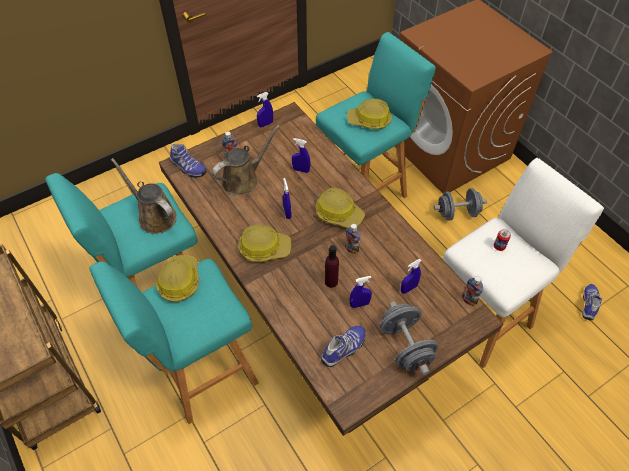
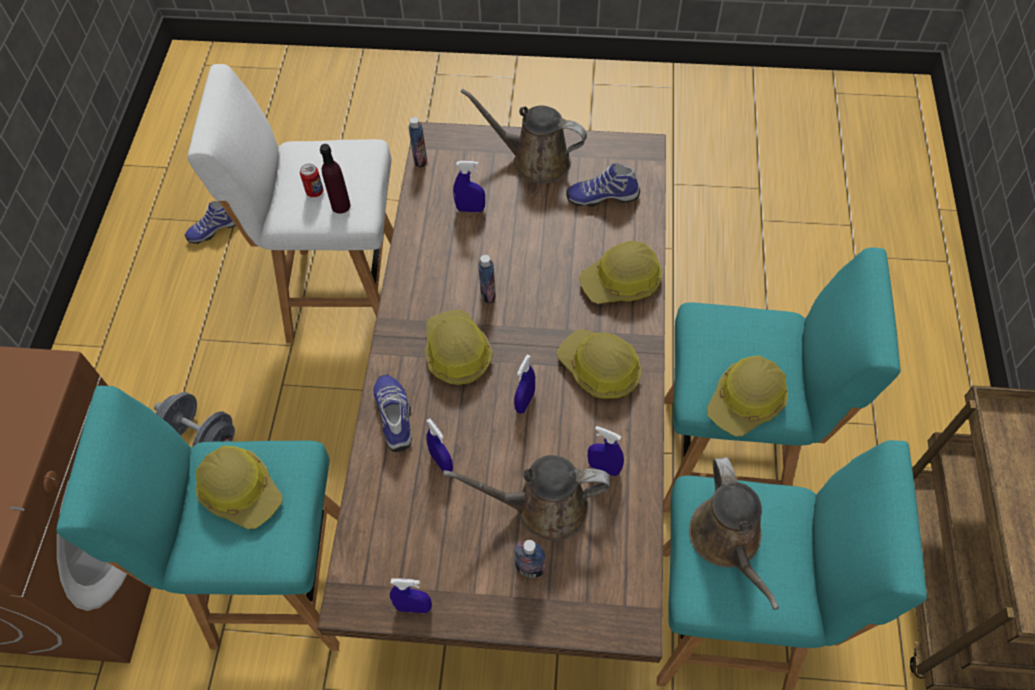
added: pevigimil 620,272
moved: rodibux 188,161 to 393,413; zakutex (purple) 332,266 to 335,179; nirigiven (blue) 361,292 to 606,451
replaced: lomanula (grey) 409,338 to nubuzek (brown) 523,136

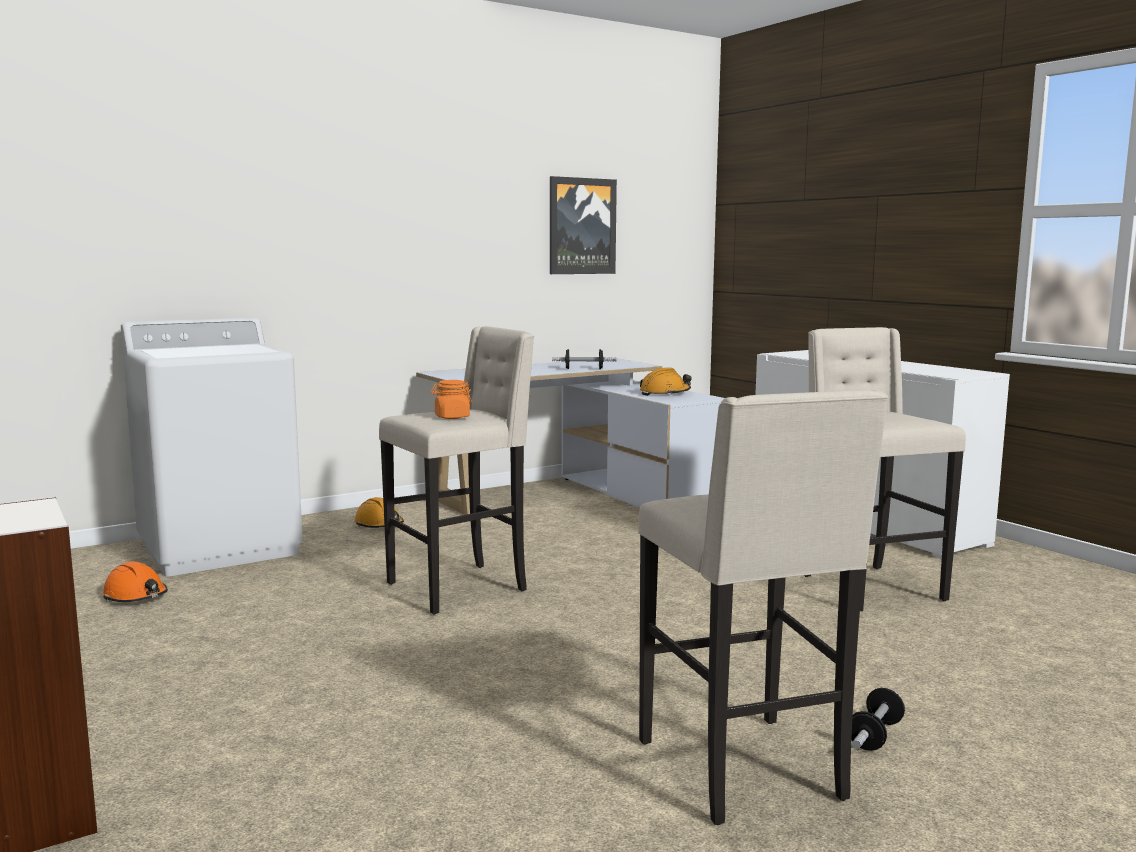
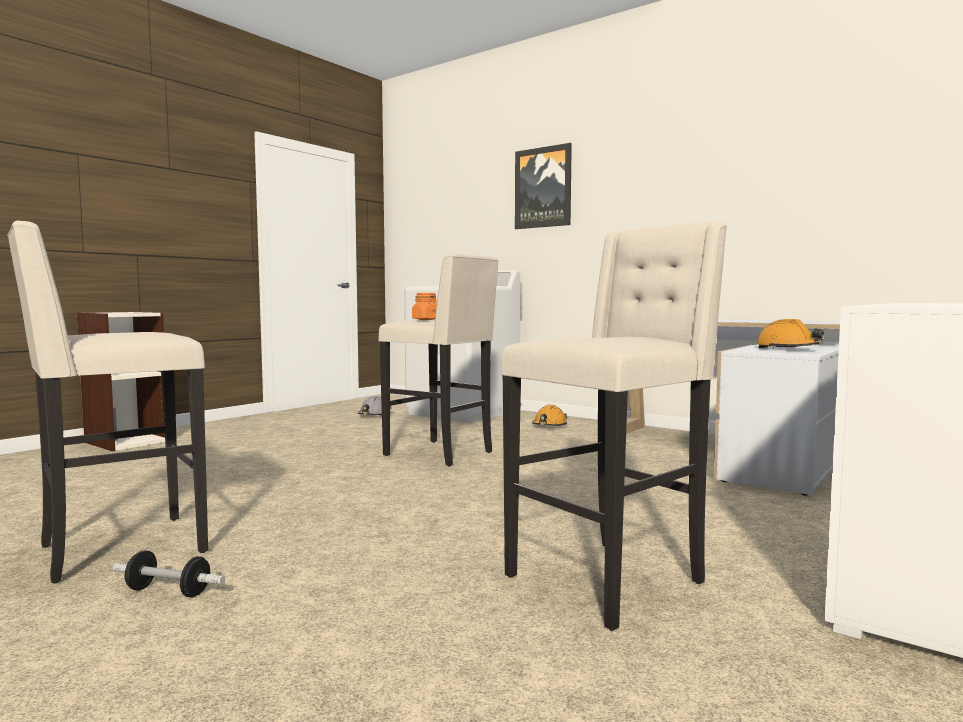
removed: lomanula 584,359
moved: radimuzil 583,225 to 543,186
recoloured: pevigimil (orange) 135,582 to pevigimil (grey) 375,405

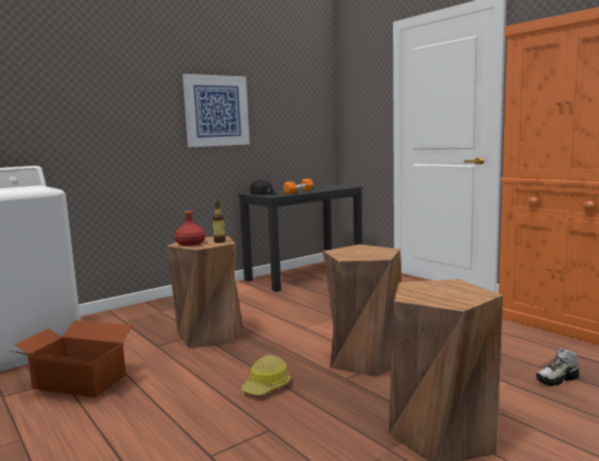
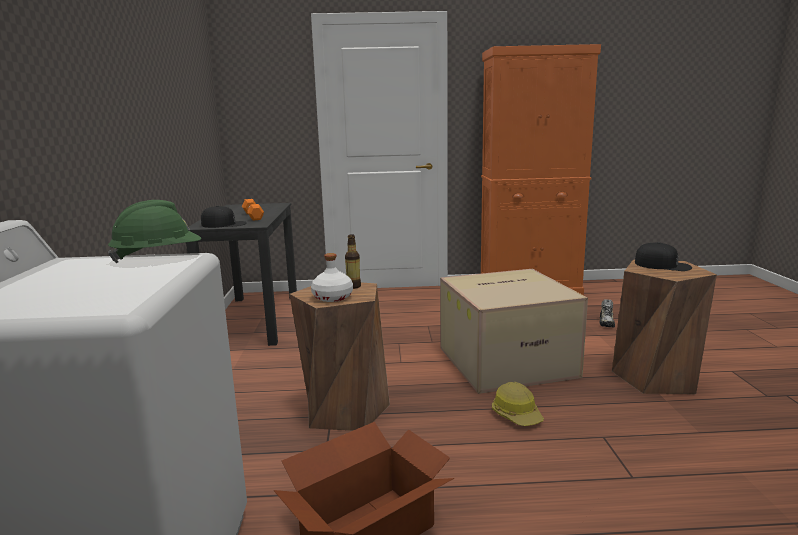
removed: radimuzil 216,110
added: pevigimil (green) 154,231; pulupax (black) 663,256
replaced: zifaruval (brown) 362,310 to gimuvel 514,331
recoloured: zakutex (red) 190,228 to zakutex (white) 332,277

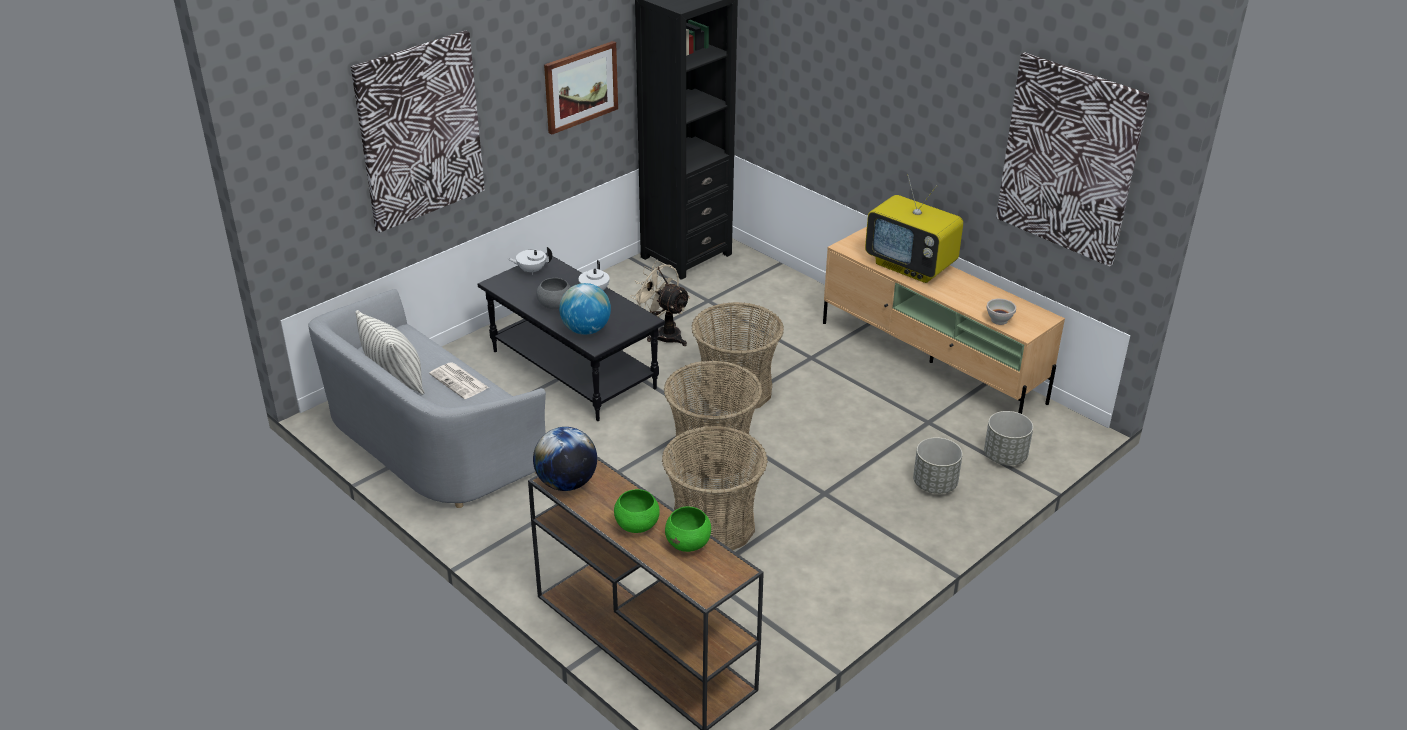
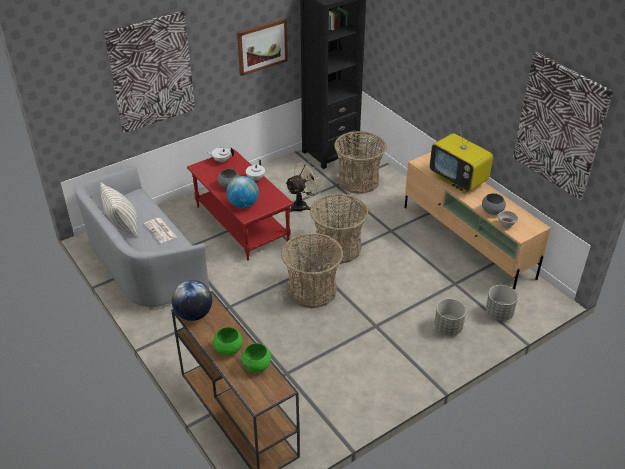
added: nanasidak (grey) 494,204
moved: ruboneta 715,488 to 360,162
recoloured: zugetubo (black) 571,337 to zugetubo (red) 240,205
turned: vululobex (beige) 660,303 = 304,187 90 degrees clockwise

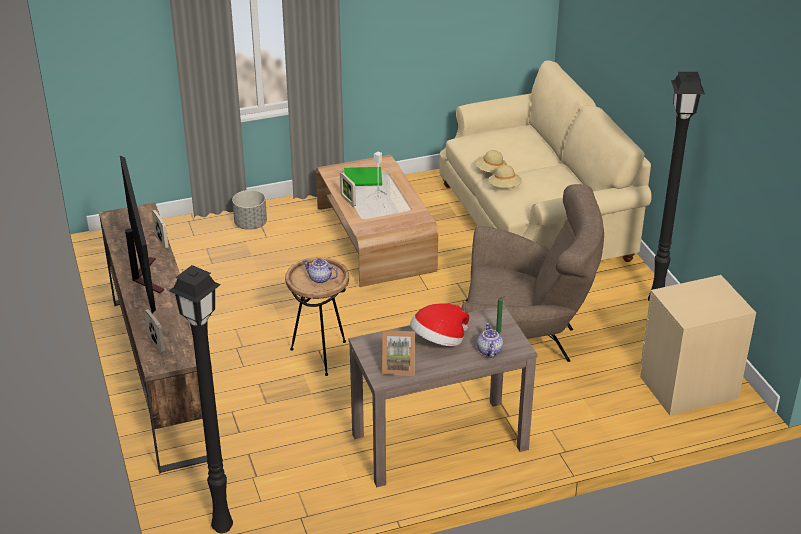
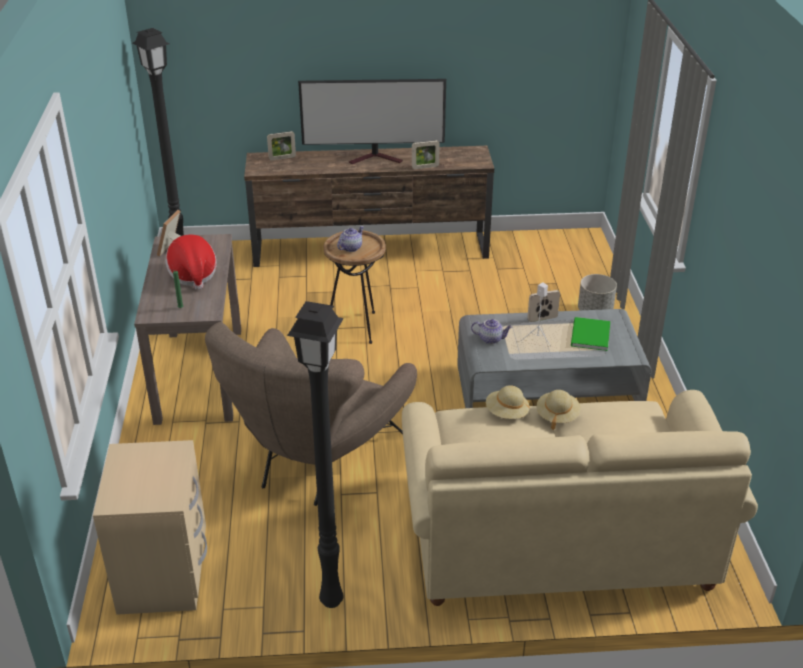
moved: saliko 490,340 to 491,331
recoloured: zugetubo (brown) 377,221 to zugetubo (grey) 554,358

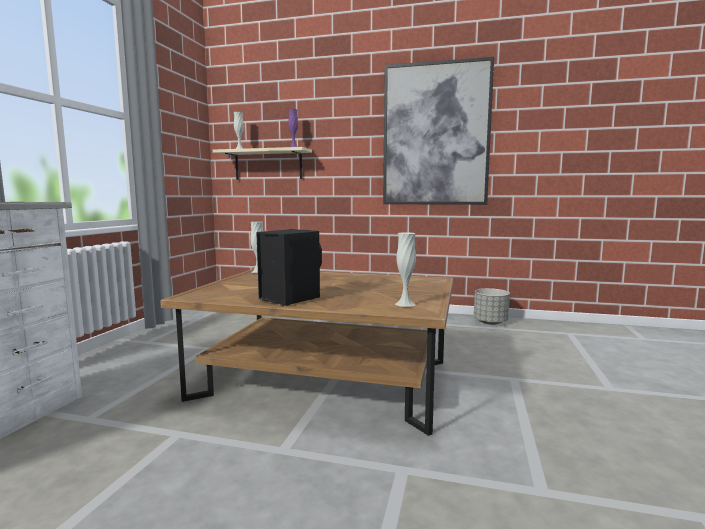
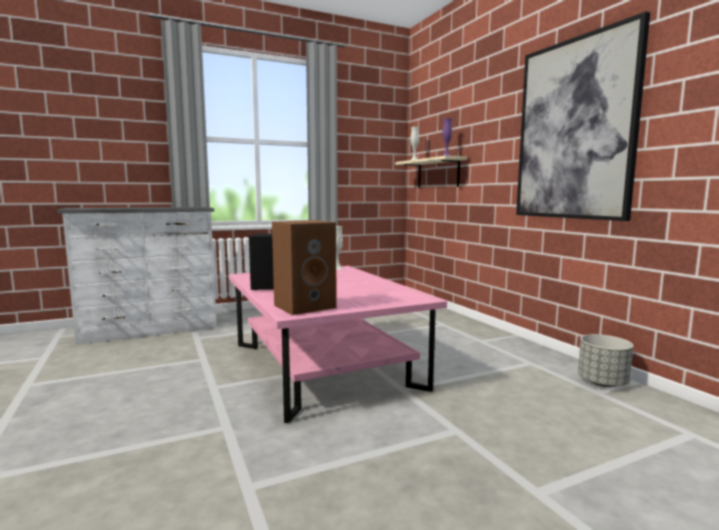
replaced: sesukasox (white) 405,269 to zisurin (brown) 304,267
recoloured: zugetubo (brown) 306,352 to zugetubo (pink) 338,344

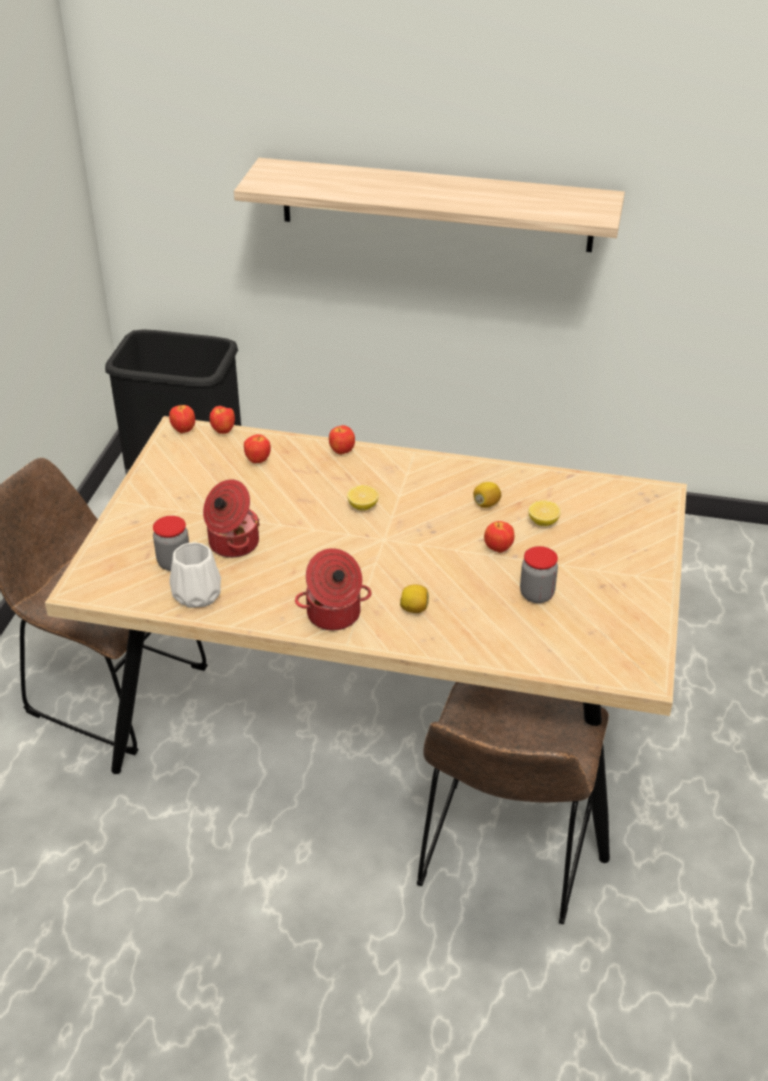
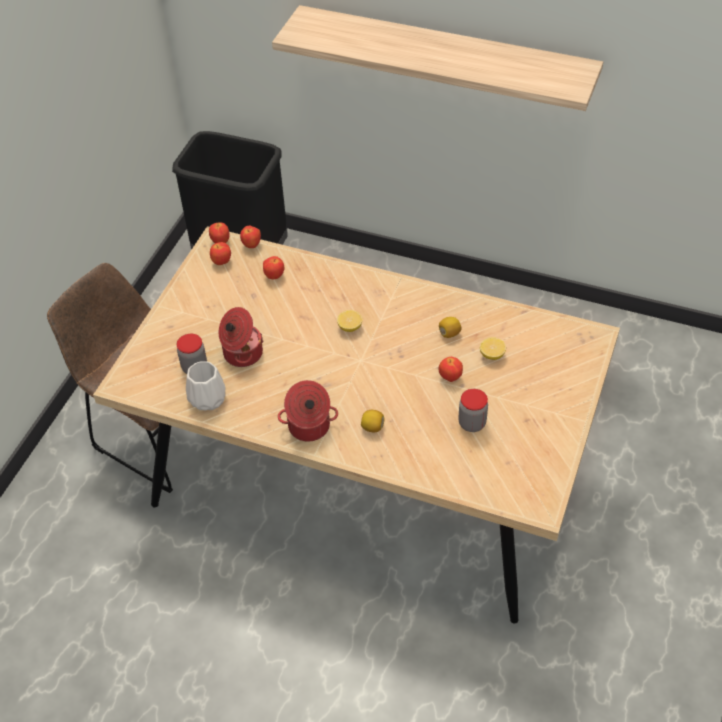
removed: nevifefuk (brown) 513,803
moved: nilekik 342,440 to 220,253

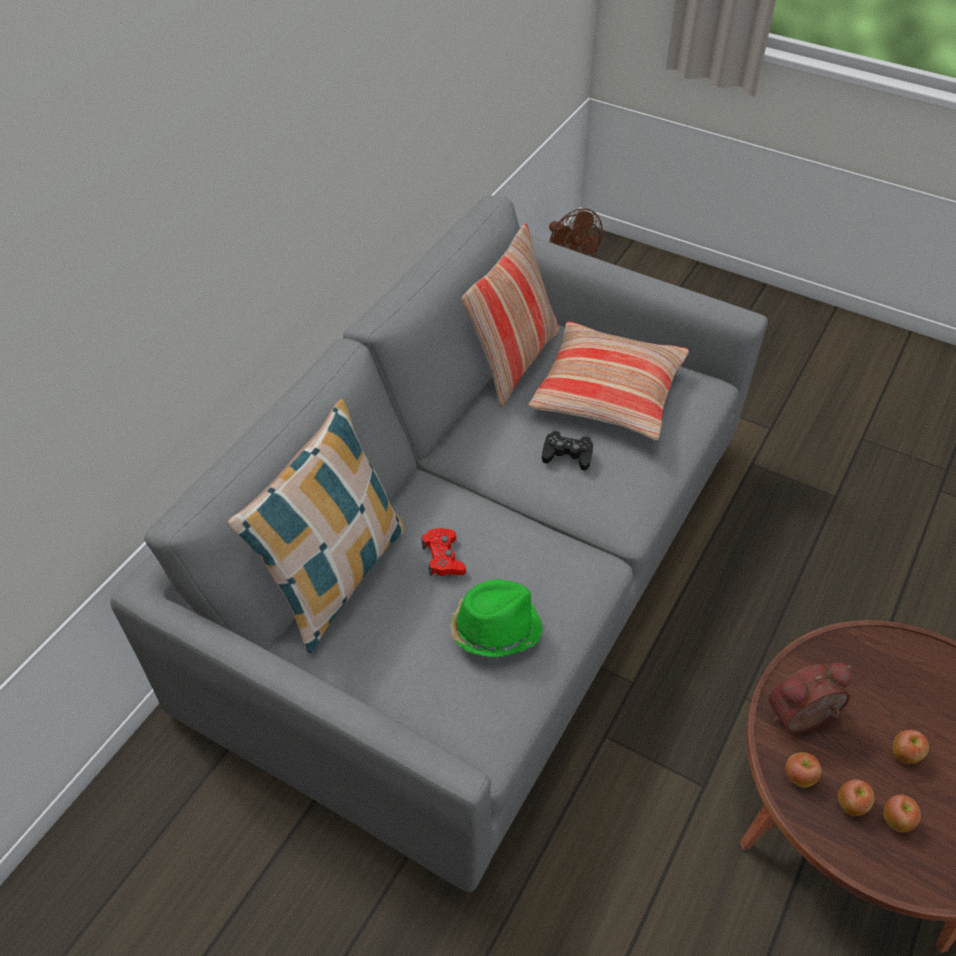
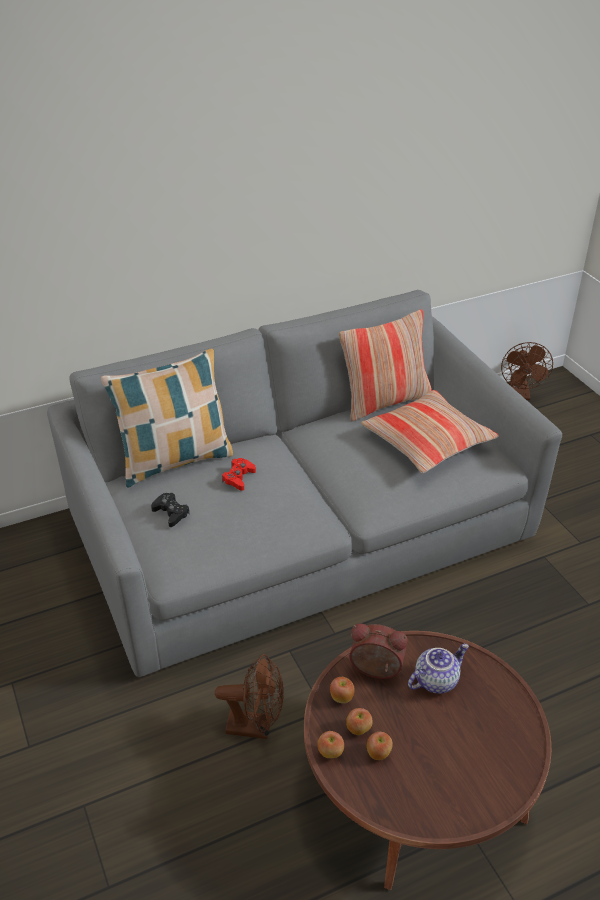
removed: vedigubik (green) 496,619
added: vululobex (brown) 249,696; saliko 438,669
moved: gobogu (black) 567,451 to 170,510; nilekik 911,747 to 330,744

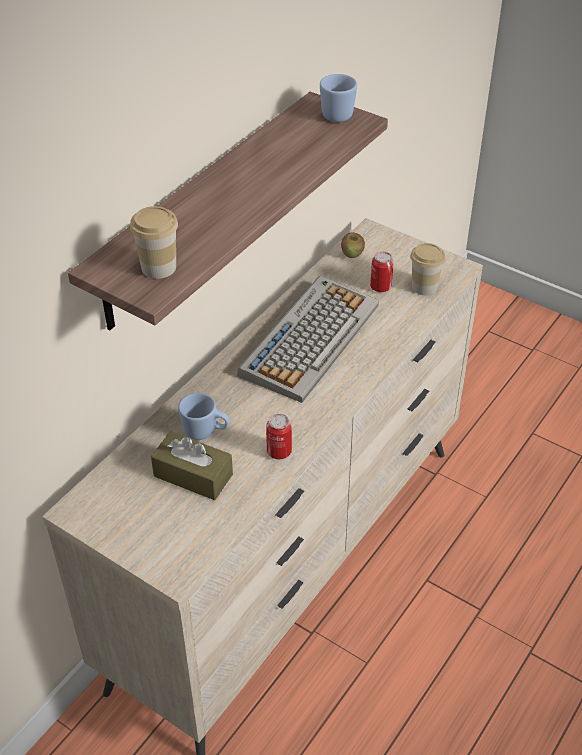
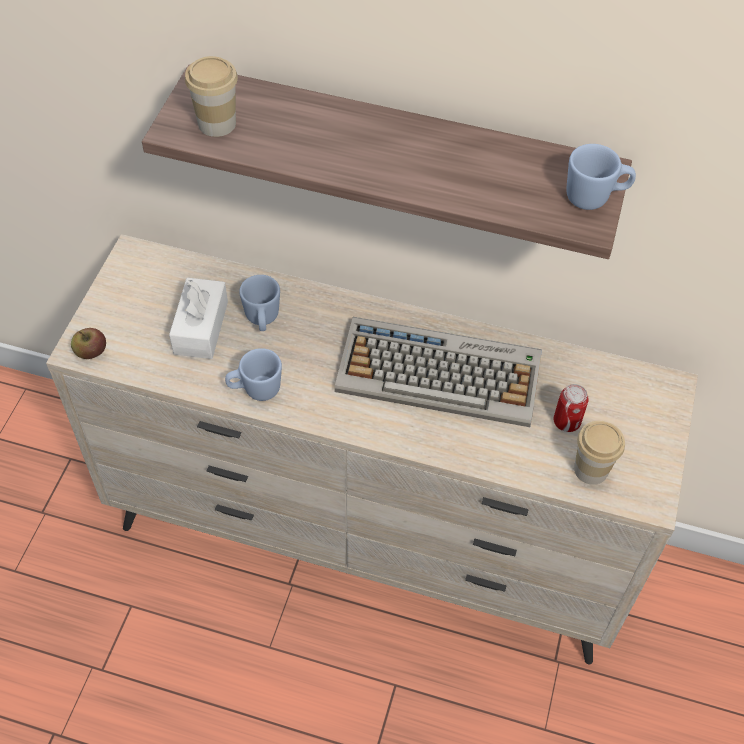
moved: nilekik 353,245 to 88,343
replaced: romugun 279,436 to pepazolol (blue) 253,374
recoloured: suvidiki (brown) 192,466 to suvidiki (white) 198,318

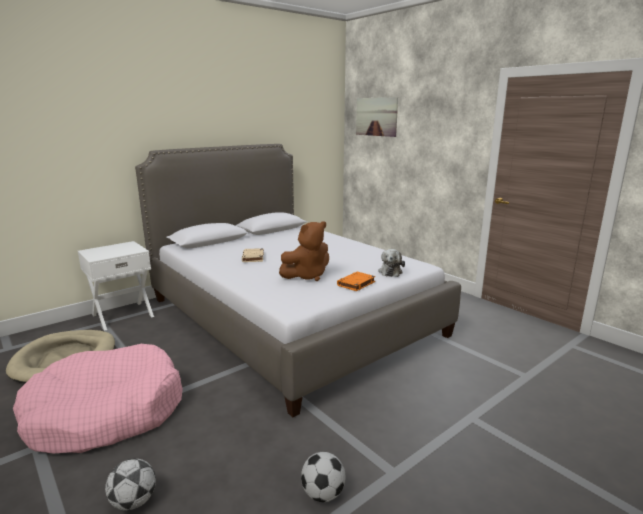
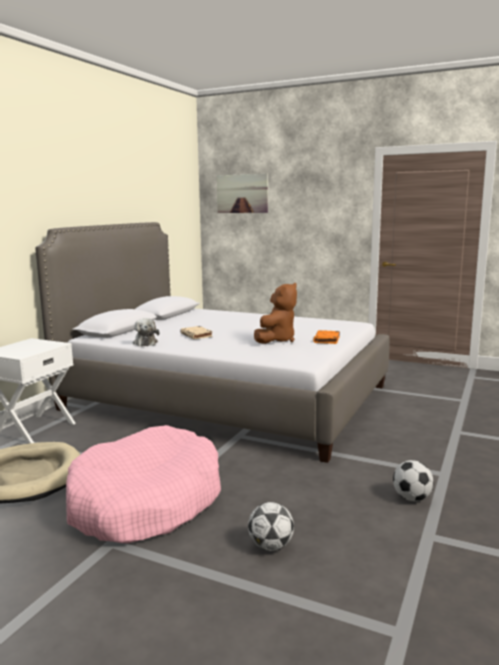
moved: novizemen 391,263 to 146,332

